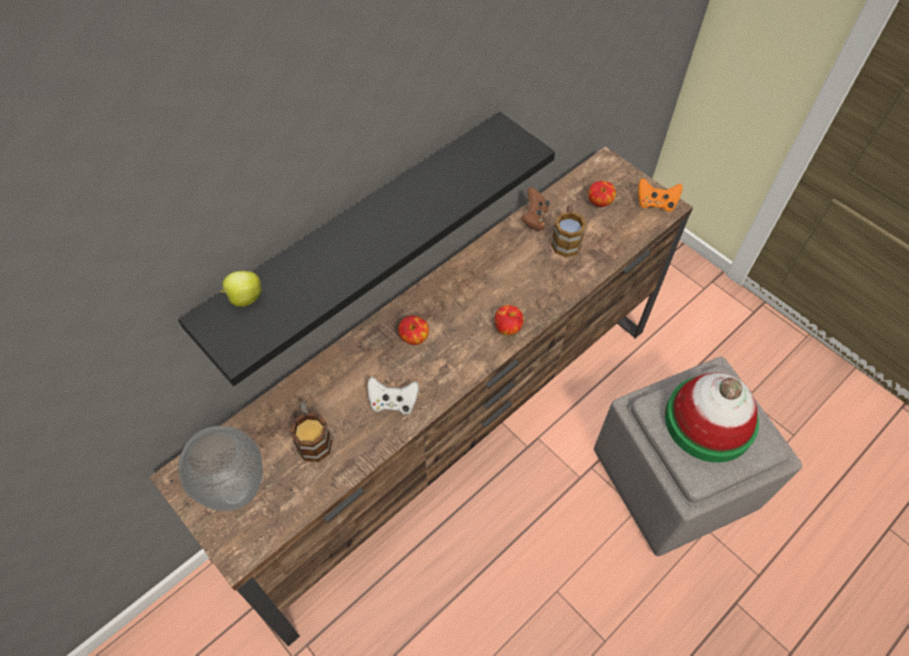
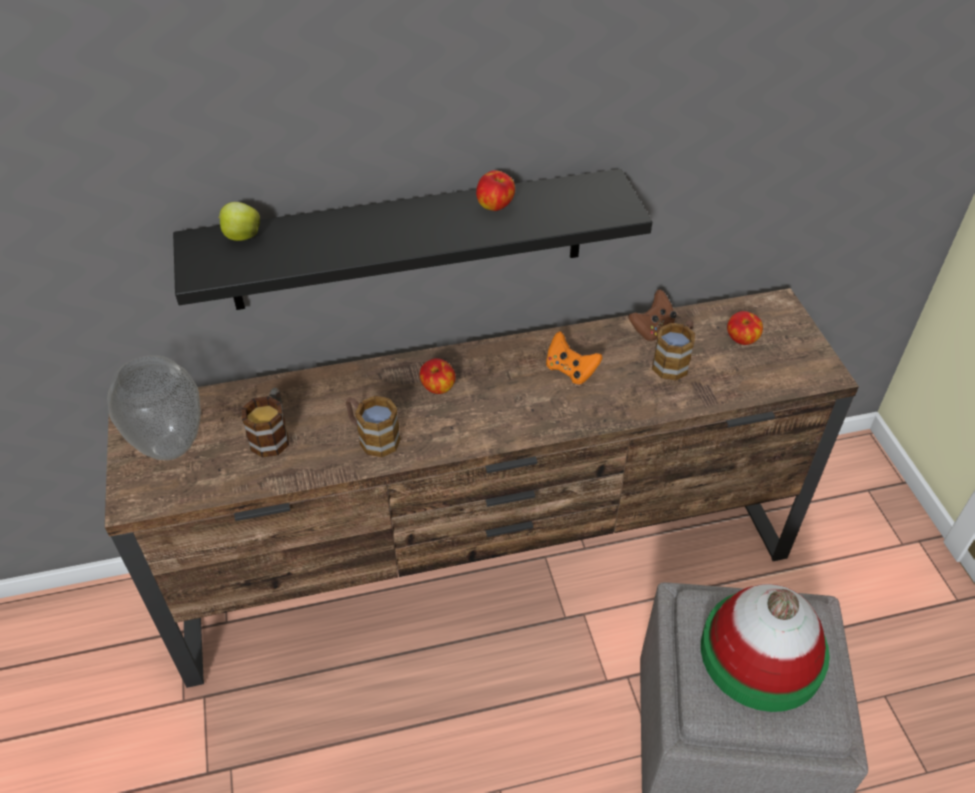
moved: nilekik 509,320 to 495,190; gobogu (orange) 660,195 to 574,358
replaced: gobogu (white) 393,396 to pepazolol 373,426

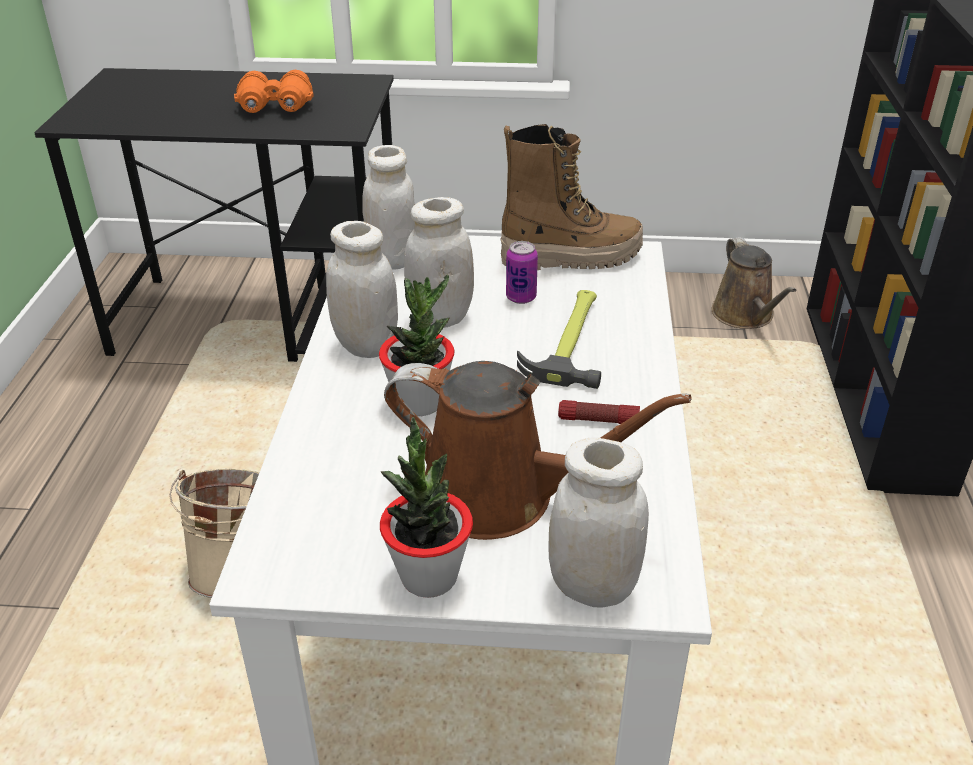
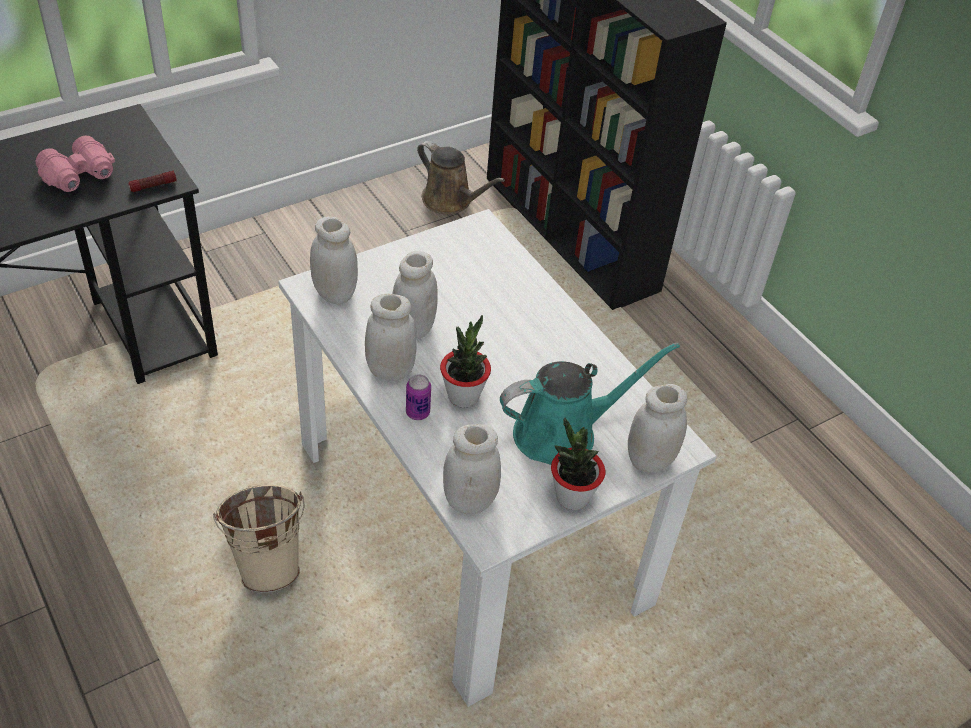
removed: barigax 571,197; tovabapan 559,339
added: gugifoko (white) 472,469
moved: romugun 522,272 to 418,397; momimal 599,412 to 152,181
recoloured: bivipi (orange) 274,91 to bivipi (pink) 75,163; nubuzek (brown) 537,450 to nubuzek (turquoise) 590,403

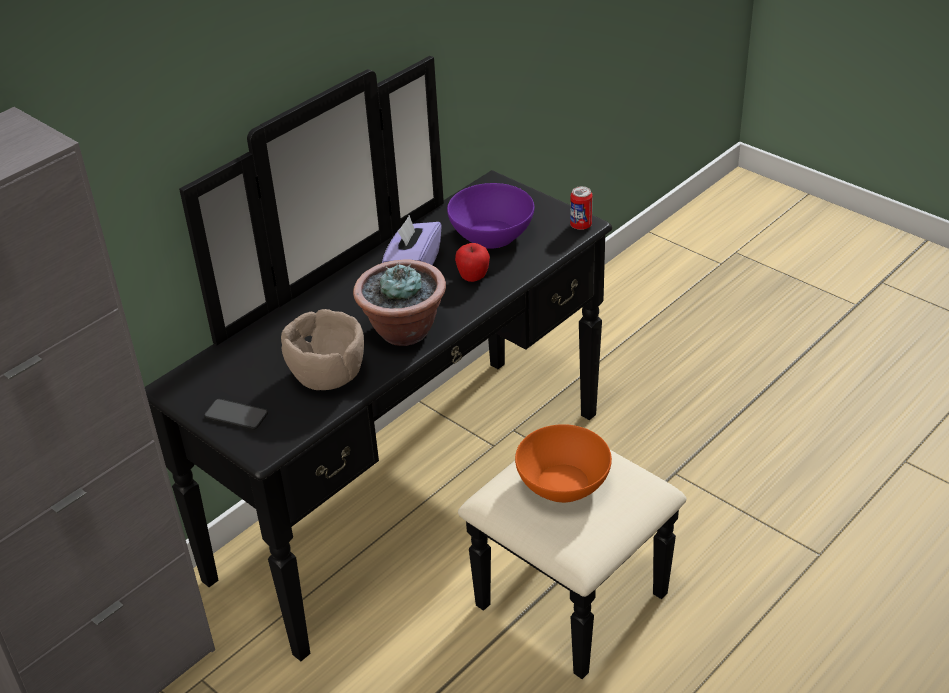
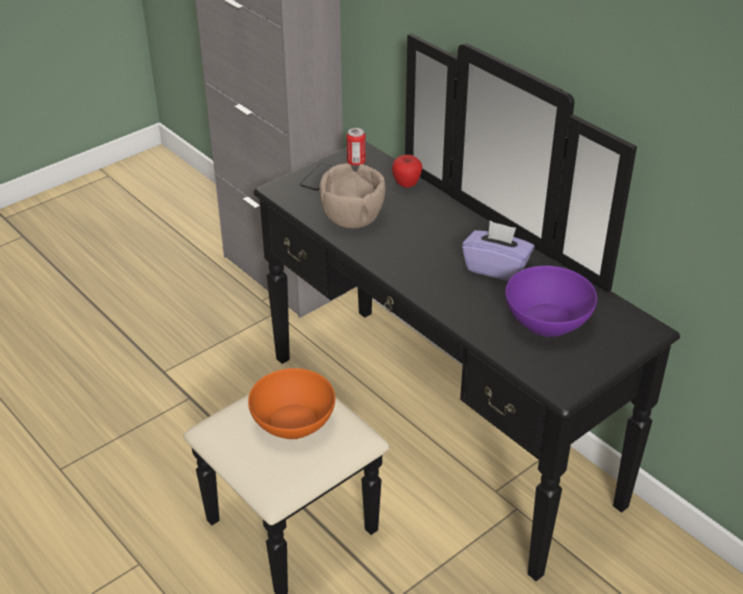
removed: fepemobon 399,303
moved: nilekik 472,262 to 407,171; romugun 581,208 to 356,147

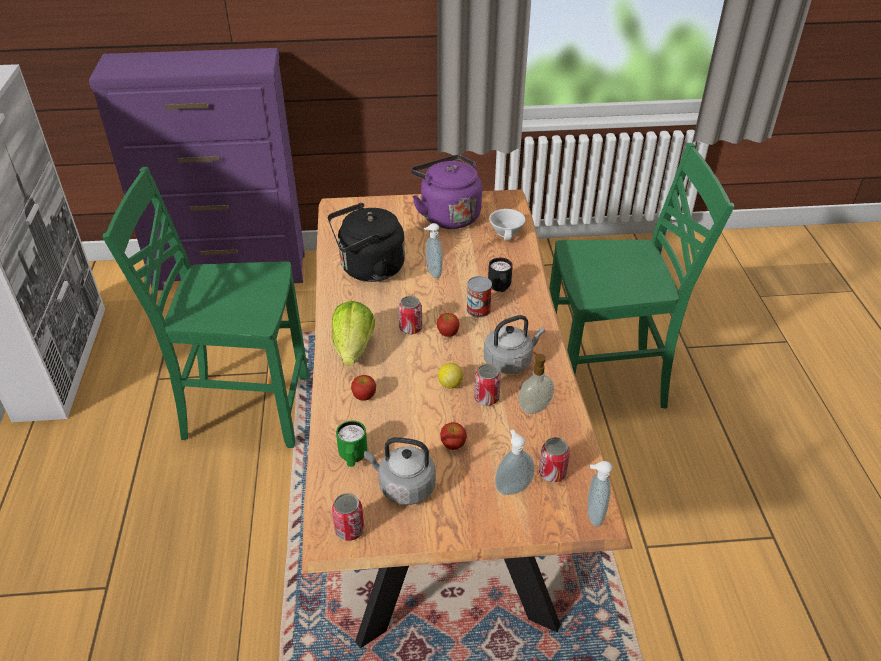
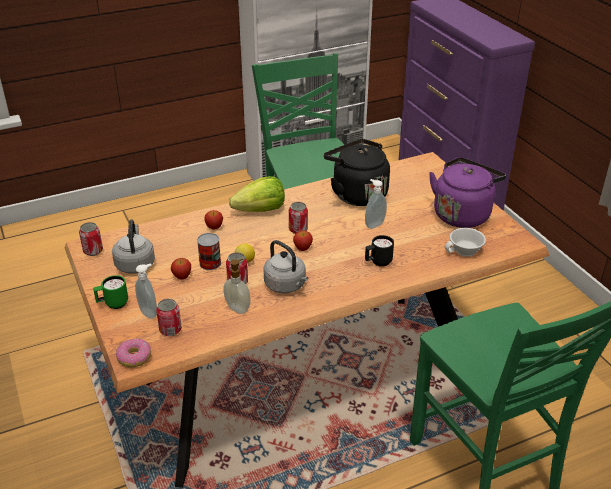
moved: pepazolol (green) 351,444 to 110,292; romugun 479,297 to 209,251
replaced: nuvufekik 600,493 to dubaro 133,353

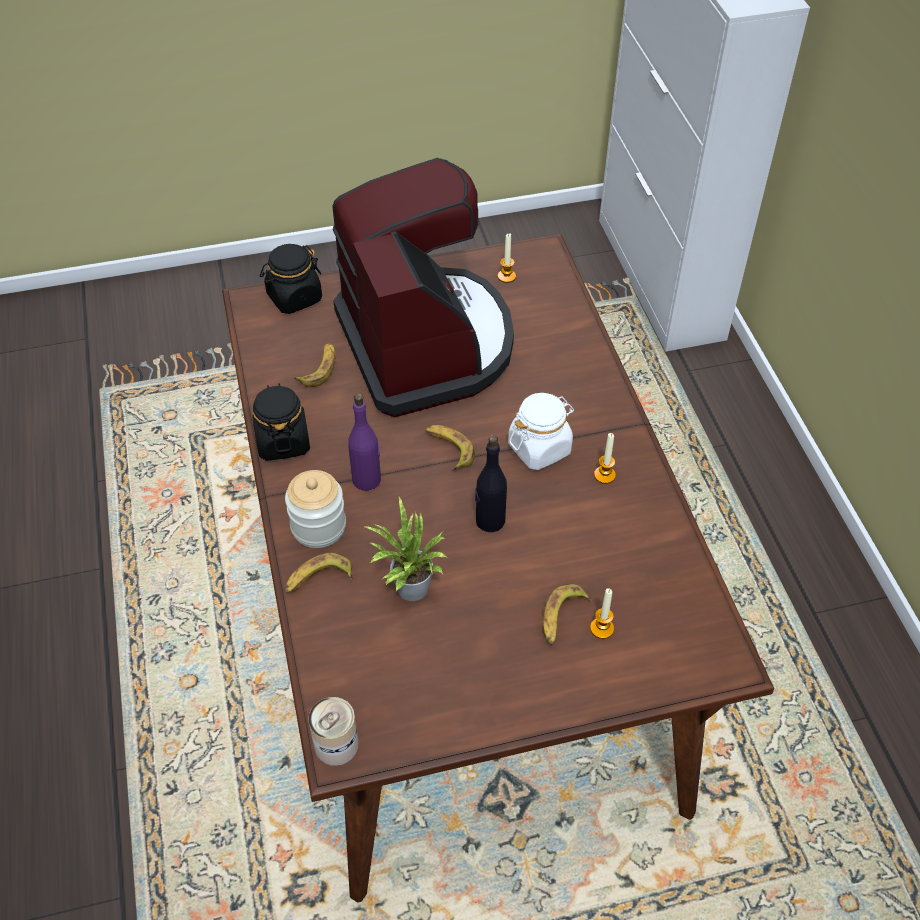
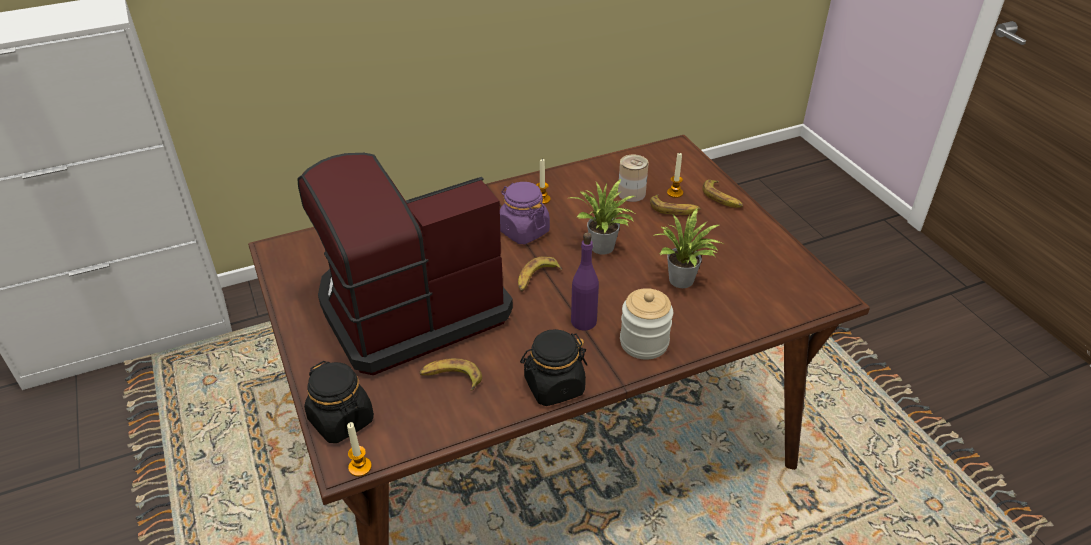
moved: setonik 318,573 to 722,194; romugun 333,731 to 633,178; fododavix 507,258 to 359,449
replaced: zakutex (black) 491,483 to fepemobon 603,217
recoloured: gugifoko (white) 541,431 to gugifoko (purple) 525,213

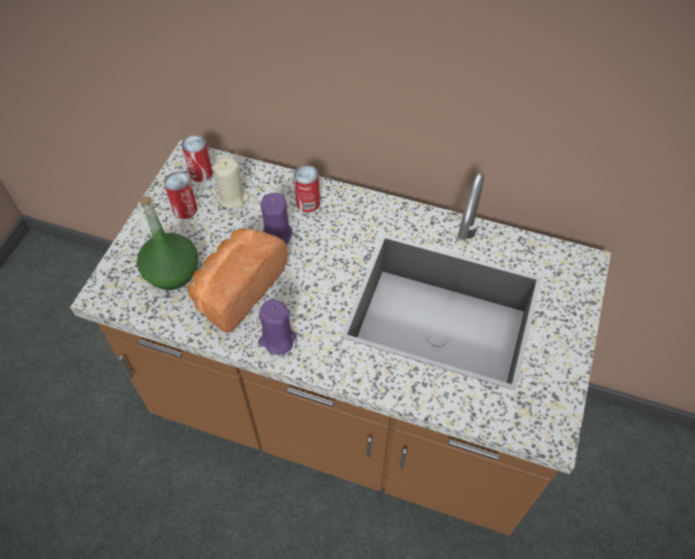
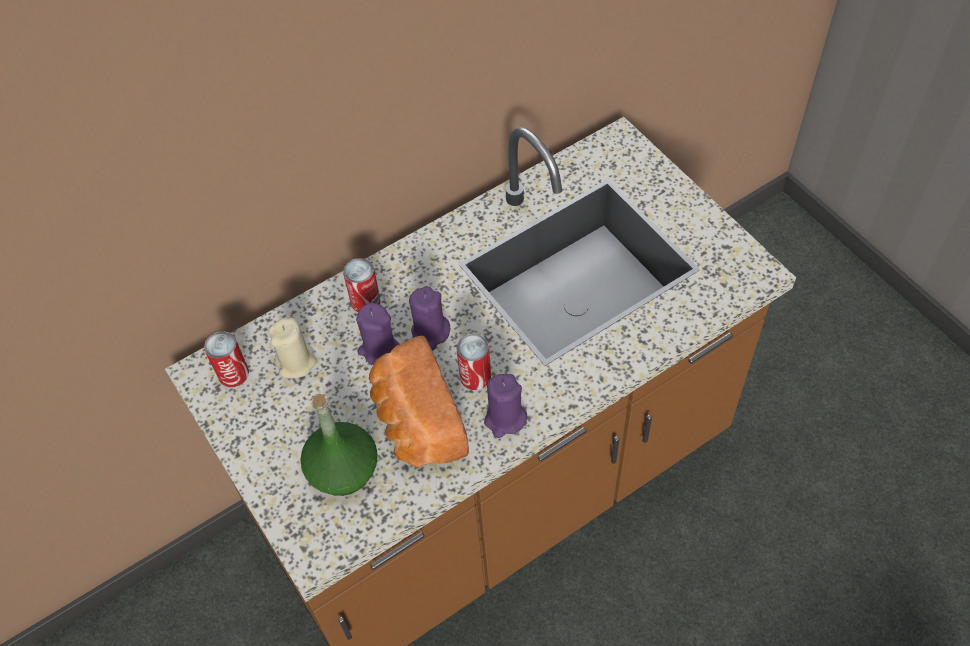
added: fododavix (purple) 430,318
moved: romugun 180,195 to 474,362

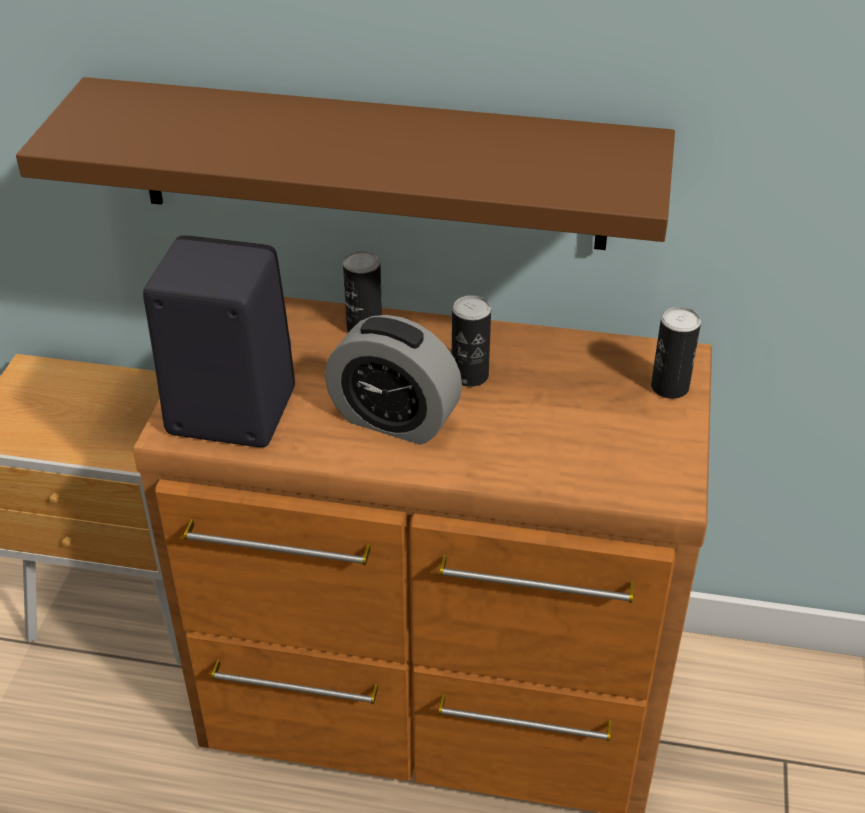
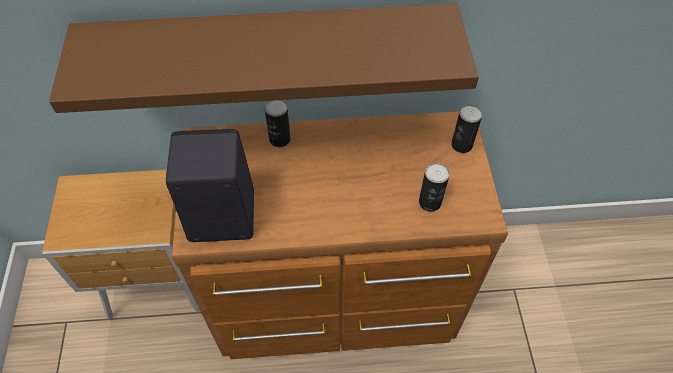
removed: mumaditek 393,380
moved: romugun 471,341 to 434,187

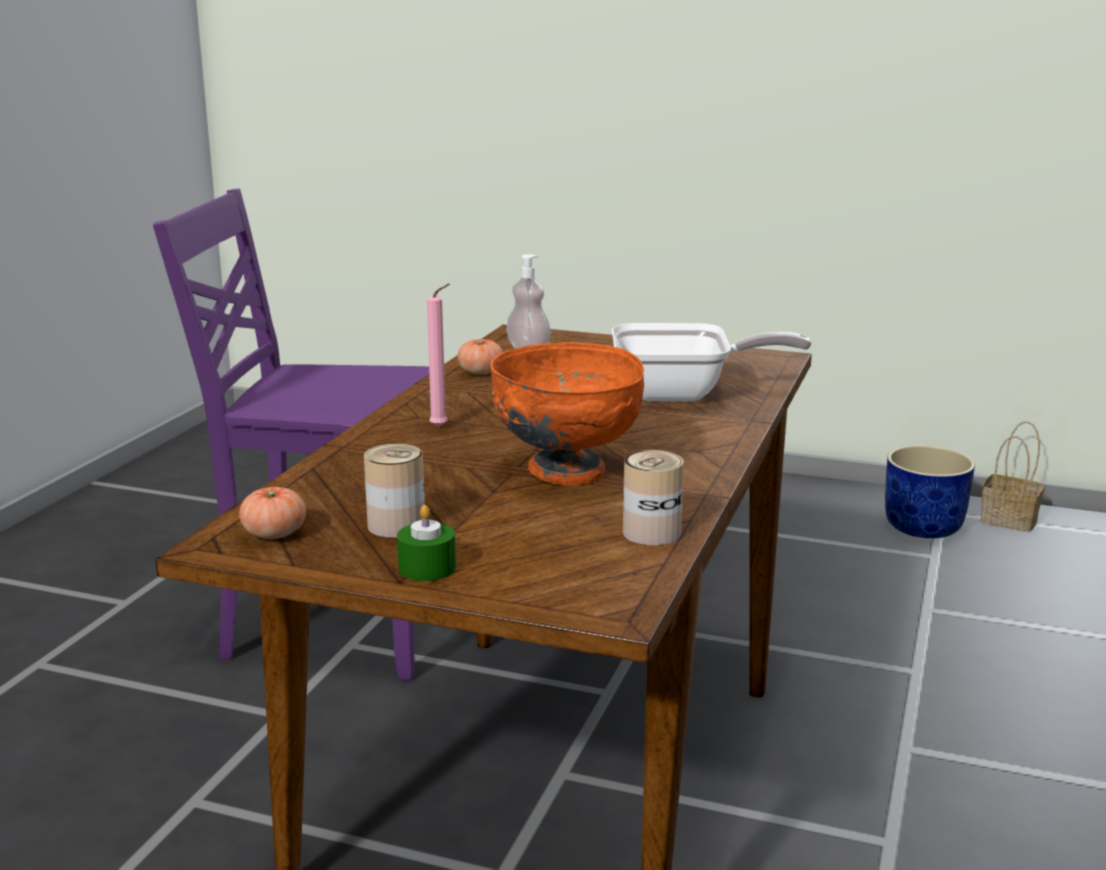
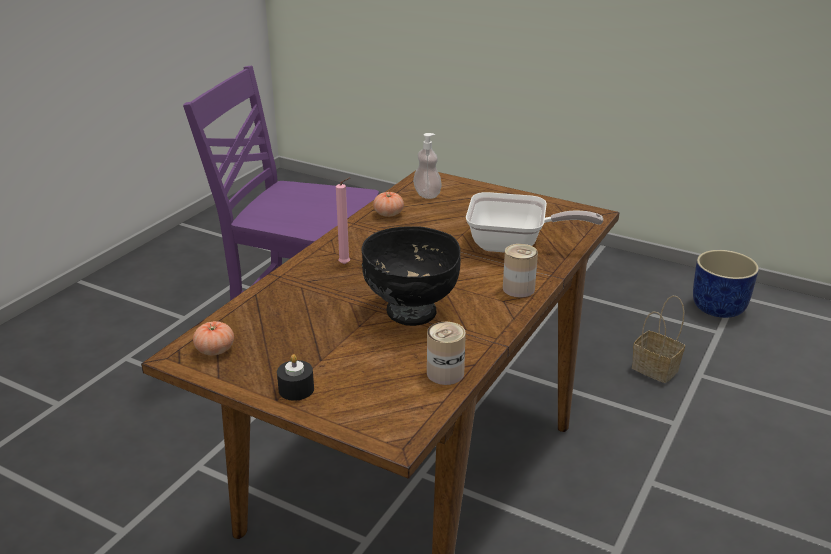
moved: romugun 394,491 to 520,270; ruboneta 1012,476 to 658,339
recoloured: fododavix (green) 426,543 to fododavix (black) 295,377; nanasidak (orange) 567,413 to nanasidak (black) 411,276

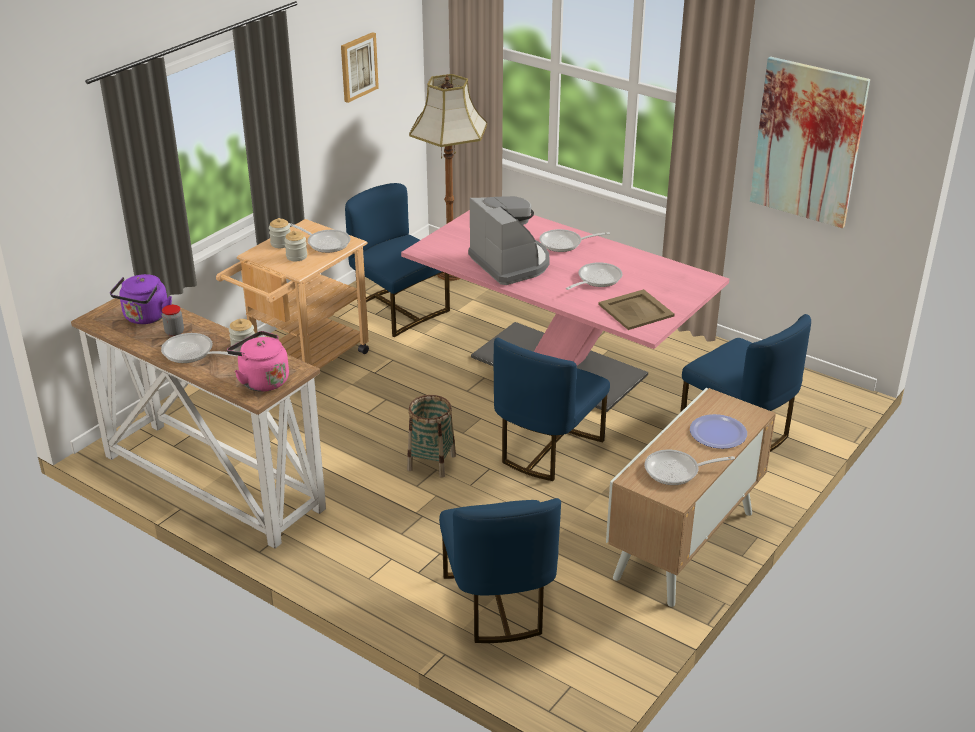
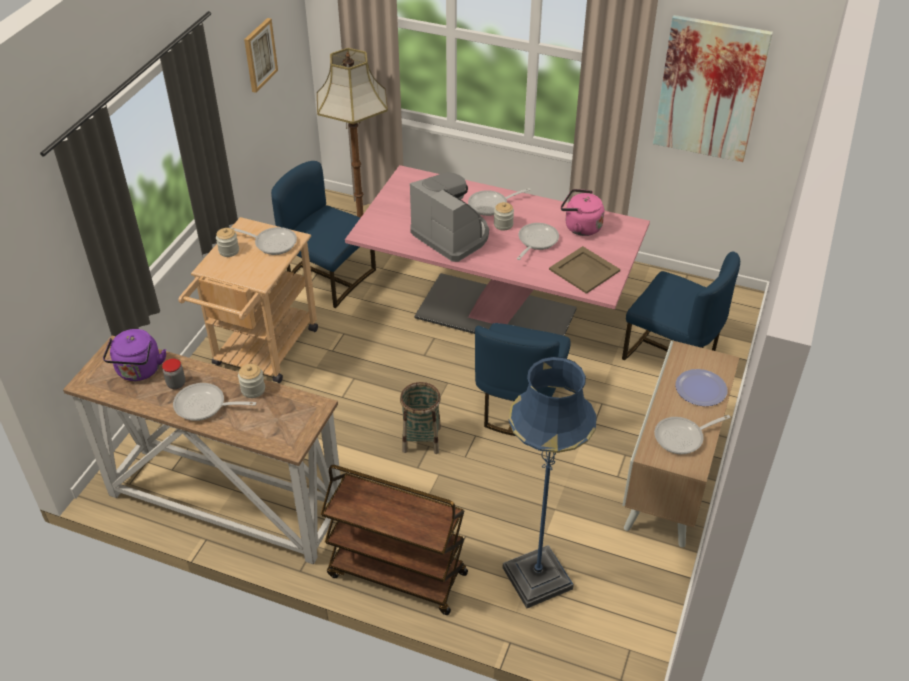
added: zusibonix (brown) 394,540
moved: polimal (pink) 258,361 to 582,212; gugifoko 295,246 to 504,216
replaced: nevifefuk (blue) 500,570 to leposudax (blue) 550,482

